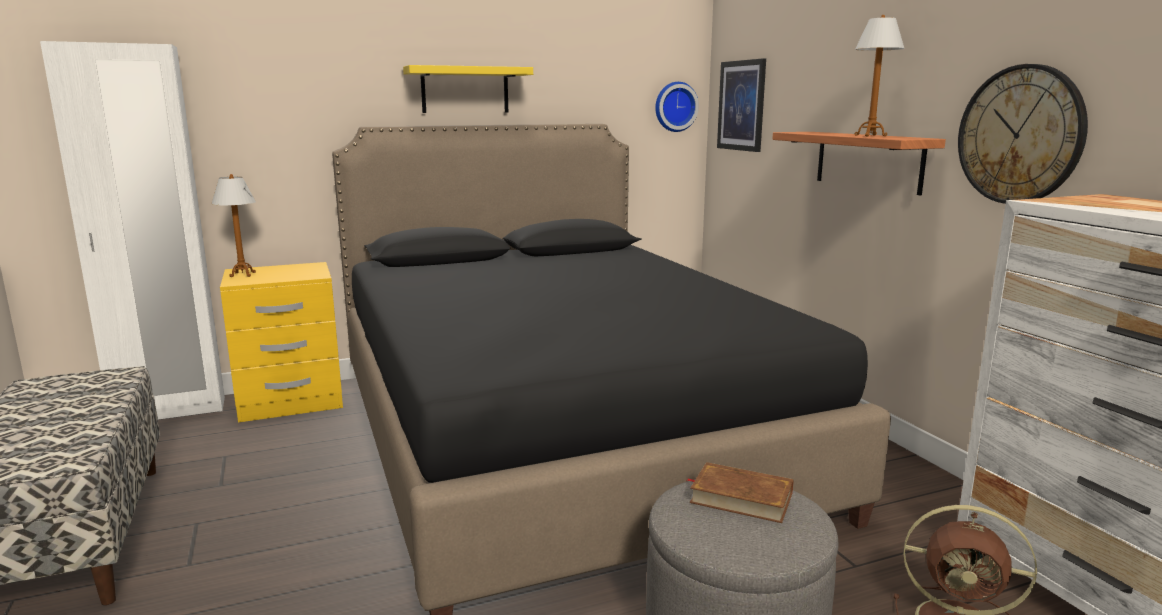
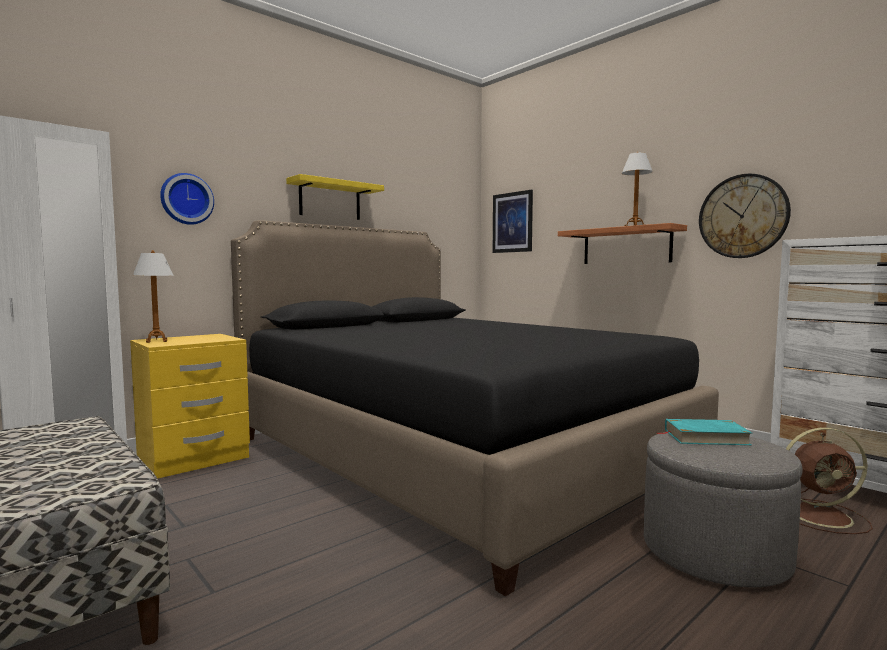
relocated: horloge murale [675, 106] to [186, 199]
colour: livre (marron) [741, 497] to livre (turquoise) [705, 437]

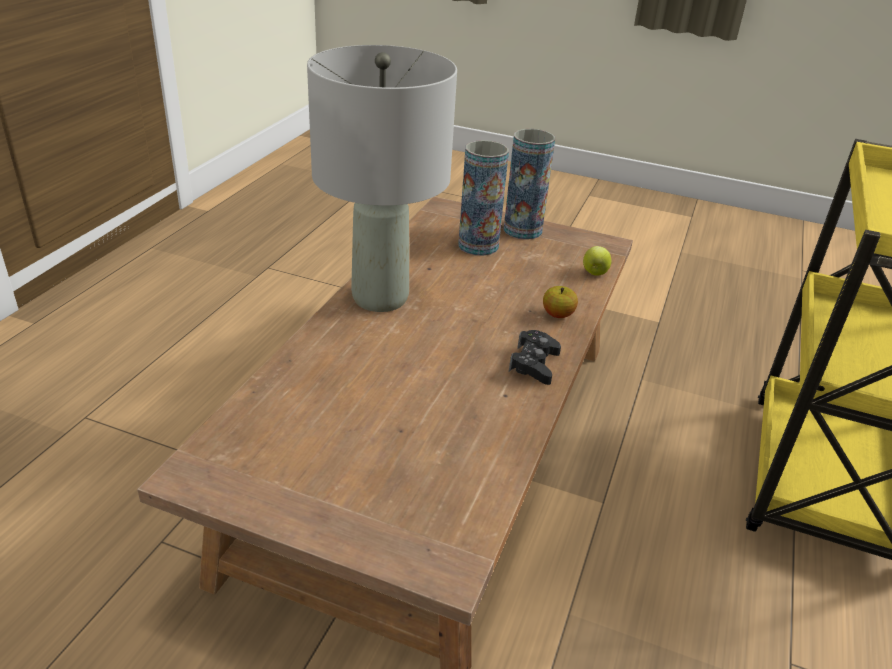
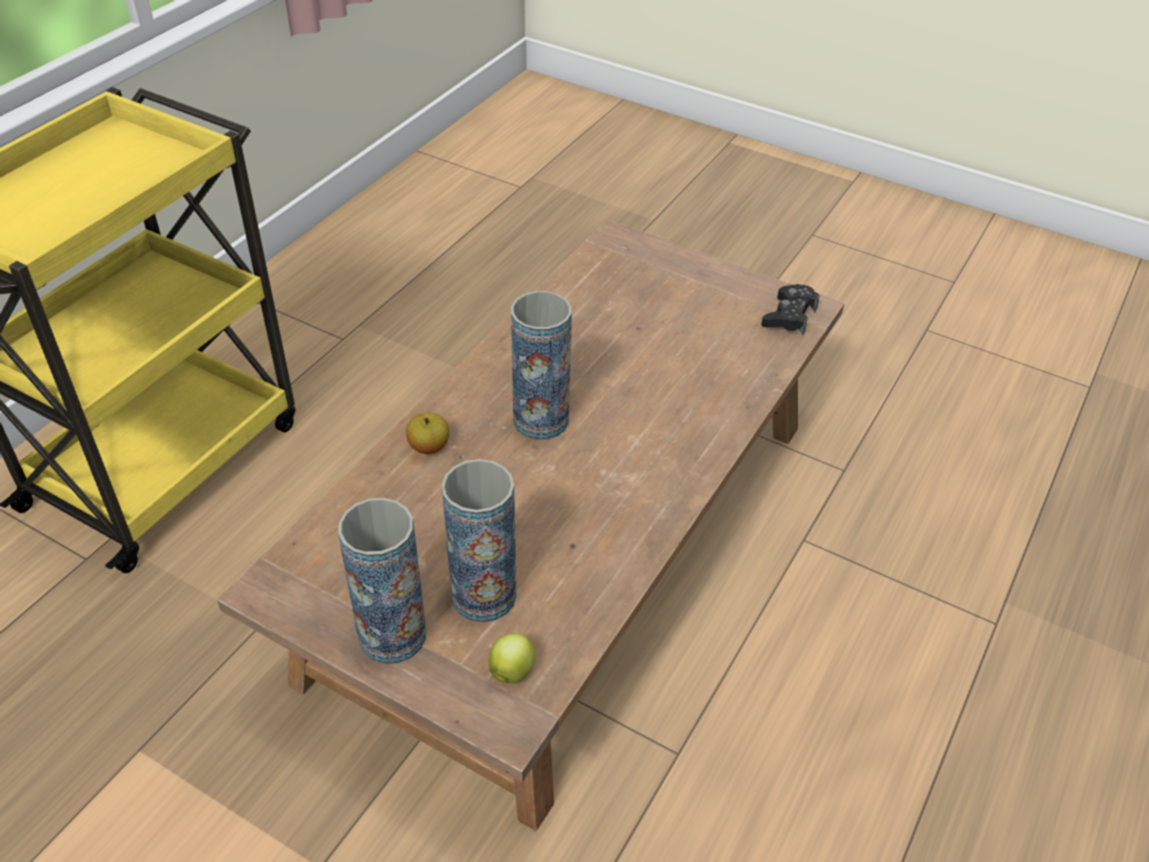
missing: lampe de table (gris) [379, 298]
appeared: vase [540, 420]
relocated: manette (noir) [534, 364] to [789, 316]; pomme [594, 273] to [512, 670]

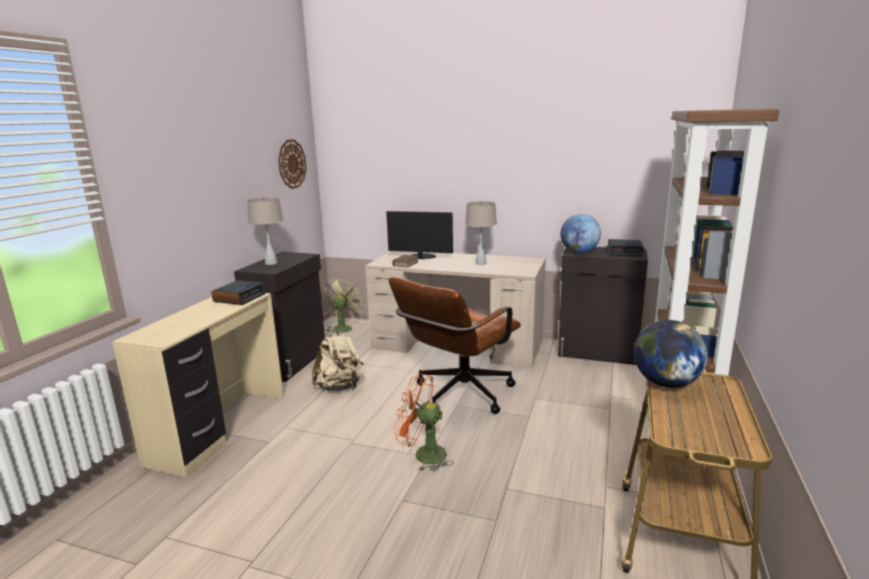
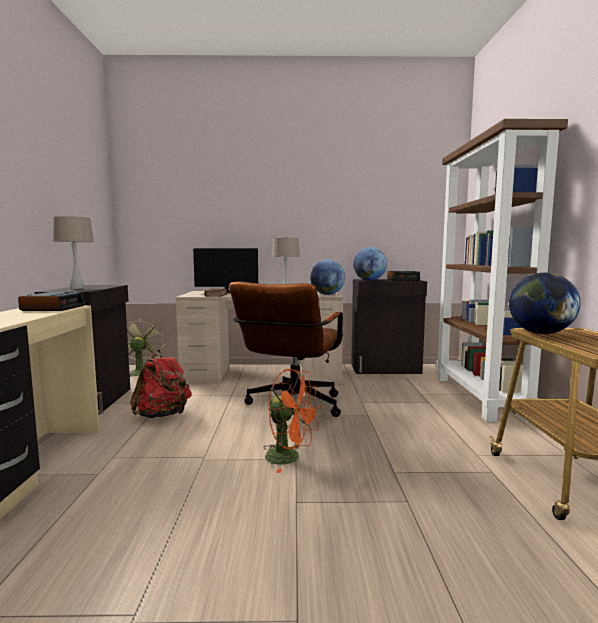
missing: horloge murale [291, 164]
appeared: globe [327, 294]
colour: sac à dos (beige) [340, 387] to sac à dos (rouge) [163, 415]
spun: ventilateur (orange) [423, 455] = [290, 458] 150 degrees counterclockwise

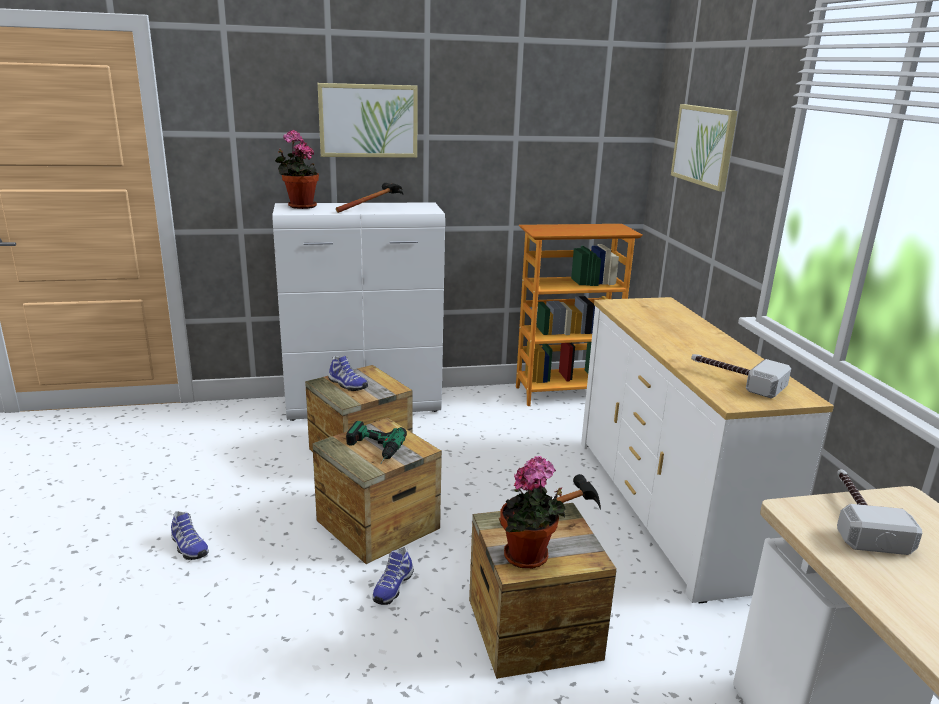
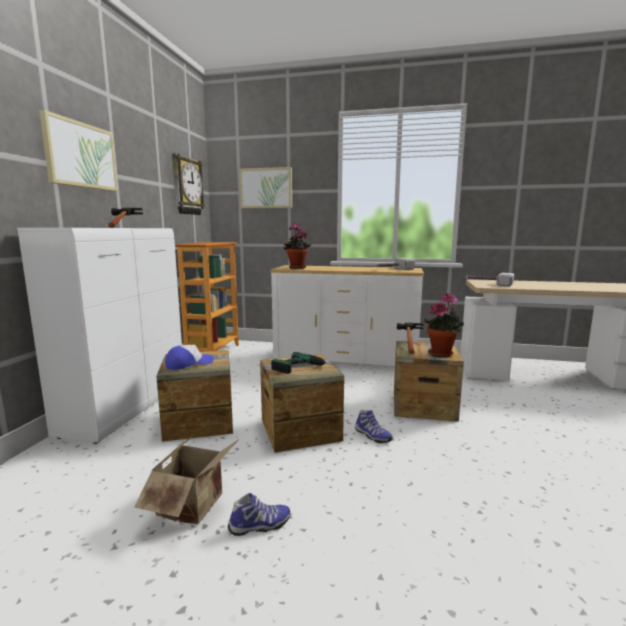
appeared: carton [196, 505]; horloge murale [186, 186]
relocated: plante en pot [299, 206] to [296, 268]
exchanged: chaussure [347, 385] to casquette [189, 364]

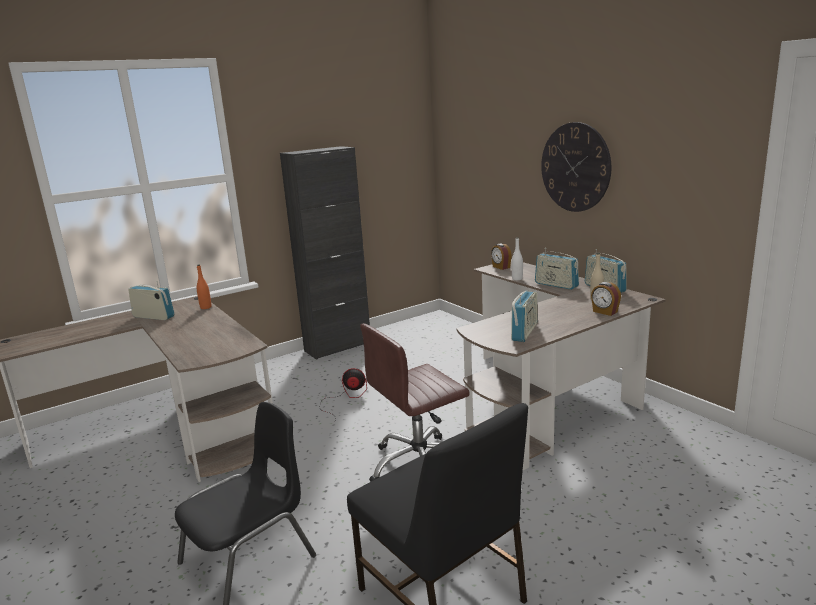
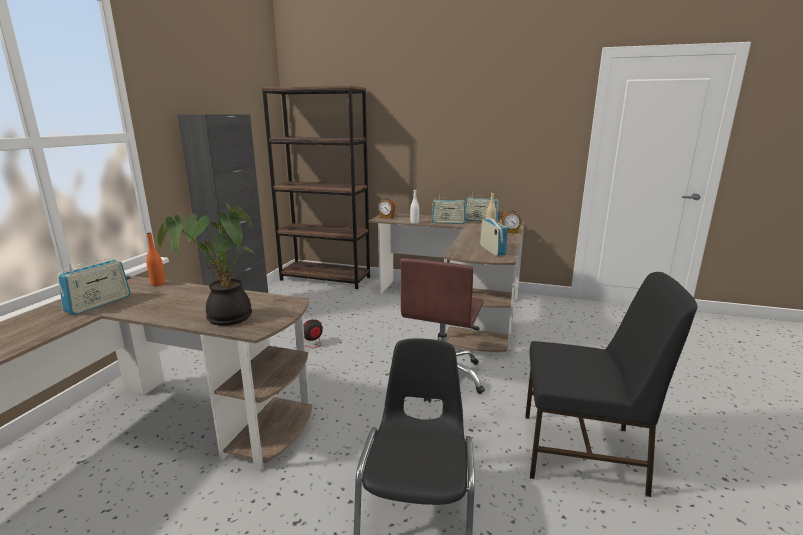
missing: horloge murale [575, 167]
appeared: plante en pot [225, 318]; bibliothèque (marron) [325, 278]
spun: radio [153, 316] = [99, 304] 135 degrees clockwise

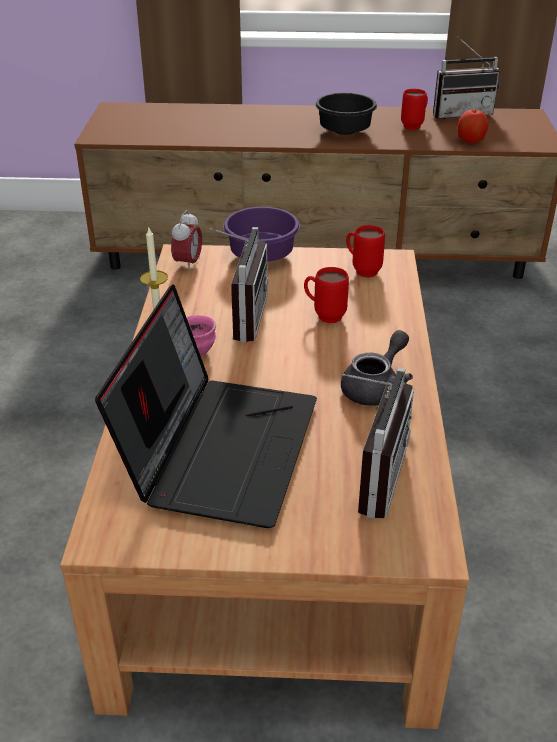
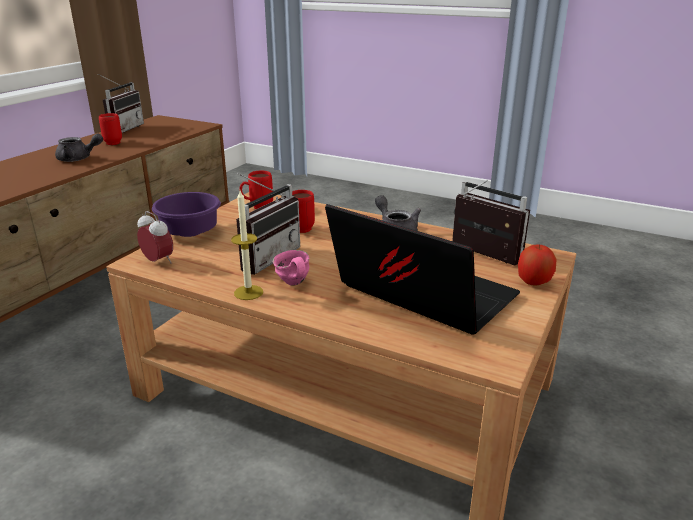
relocated: pomme [470, 141] to [533, 282]
exchanged: bol (noir) [346, 131] to théière (gris) [78, 159]
spun: radio [240, 317] = [265, 257] 90 degrees clockwise

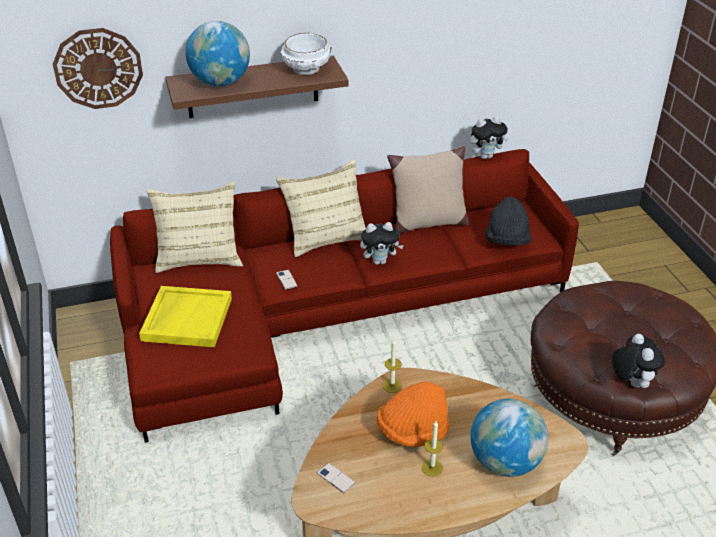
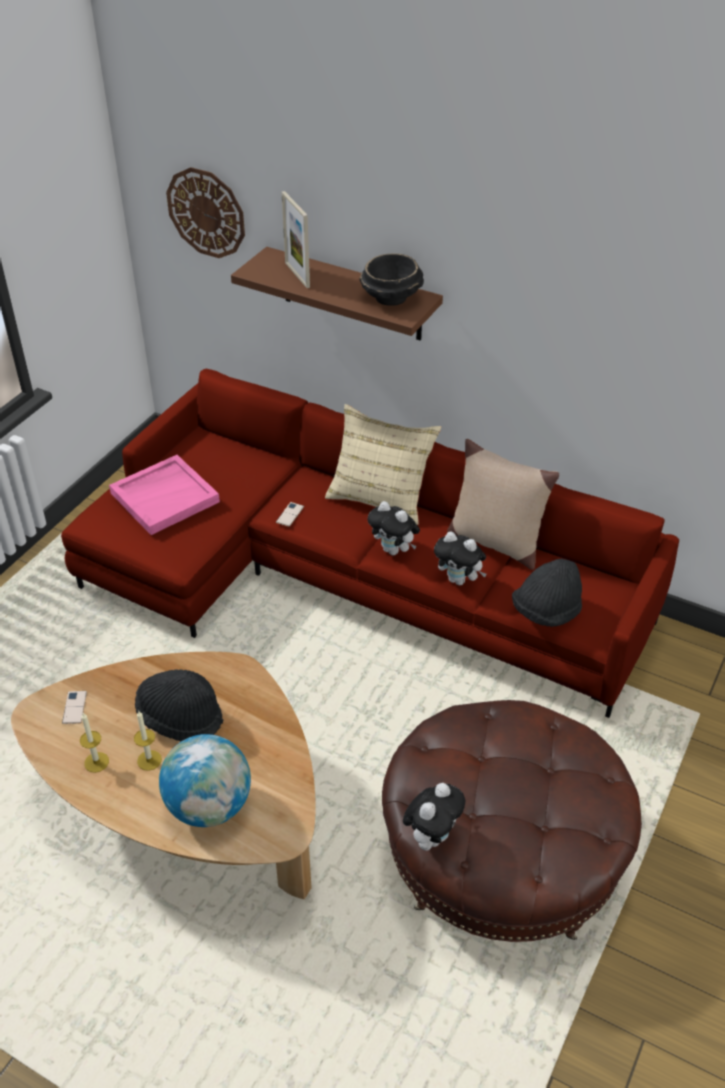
missing: coussin (beige) [199, 256]
relocated: bougie [392, 385] to [96, 762]; peluche [486, 156] to [459, 580]
exchanged: globe [220, 82] to cadre photo [297, 275]
colour: plateau (jaune) [187, 319] to plateau (rose) [165, 497]; bol (blanc) [307, 69] to bol (noir) [392, 298]; chapeau (orange) [412, 431] to chapeau (noir) [180, 718]

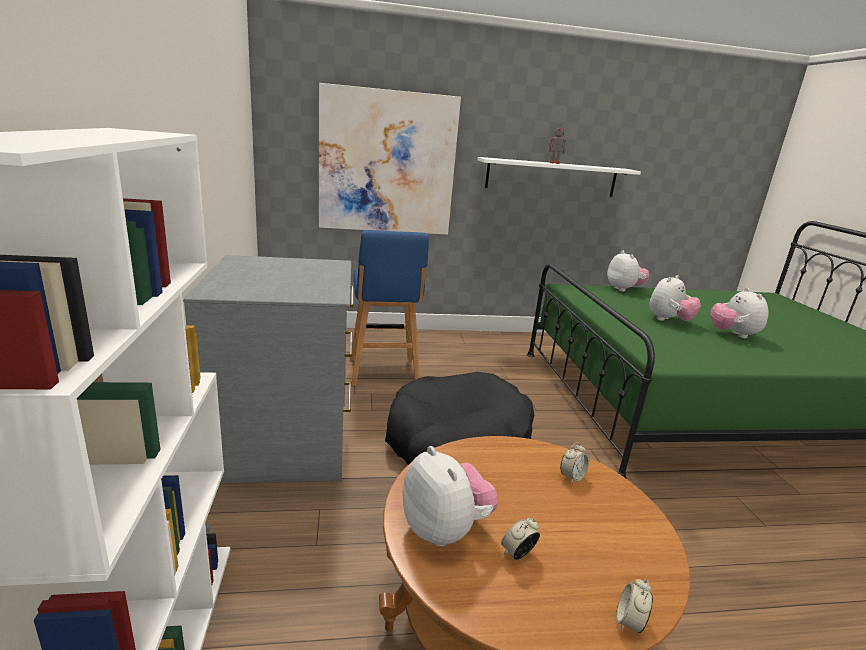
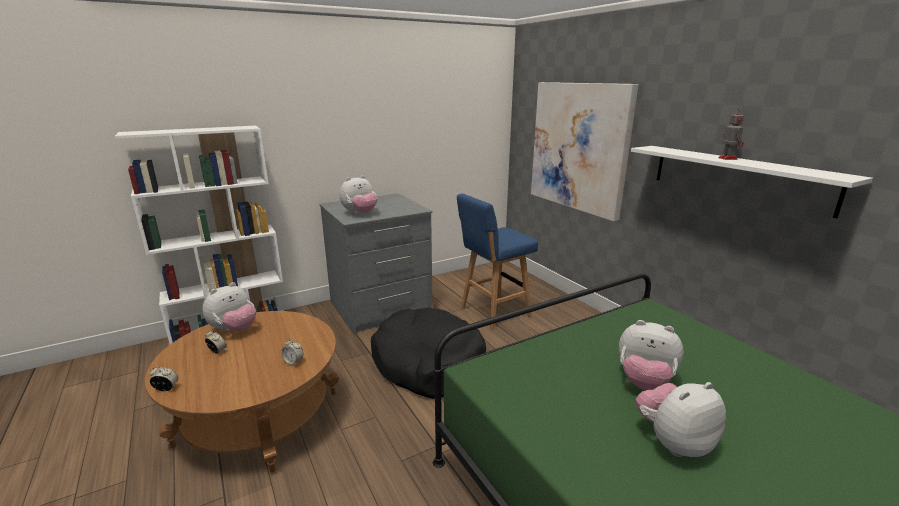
relocated: peluche [623, 289] to [360, 213]

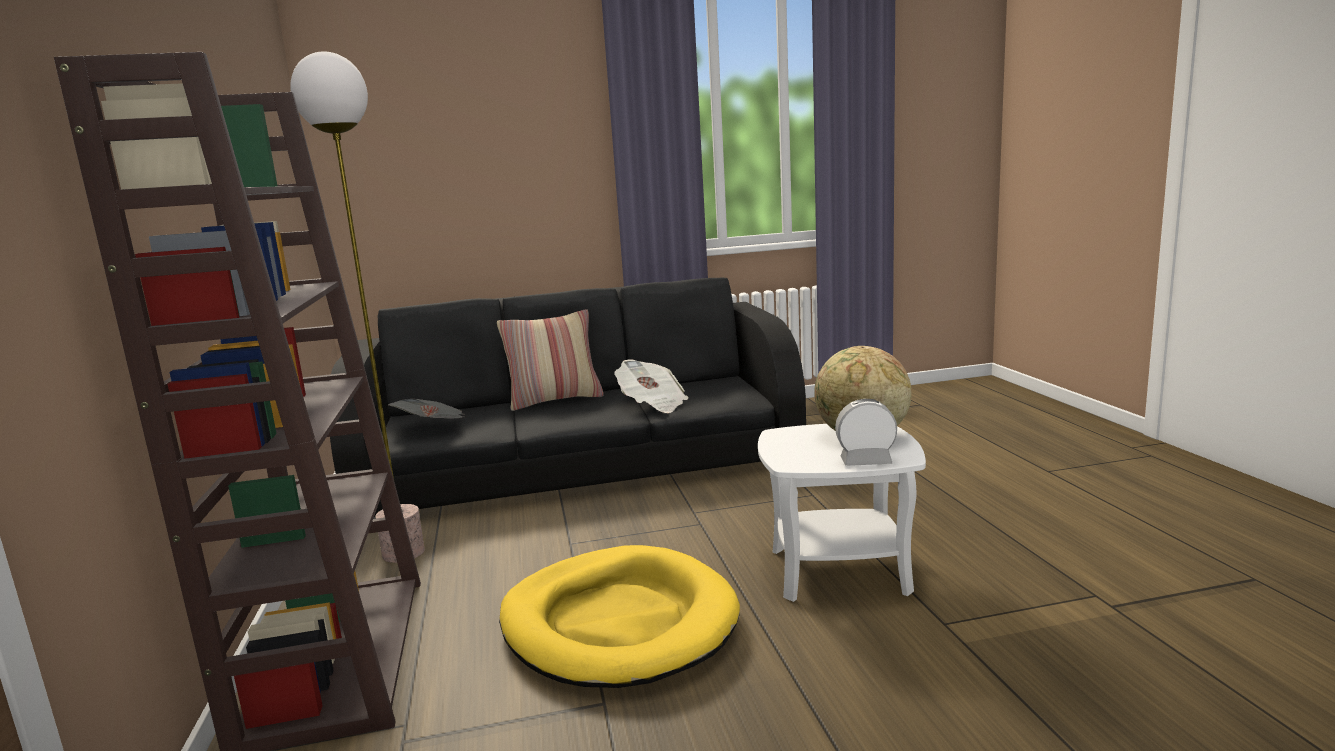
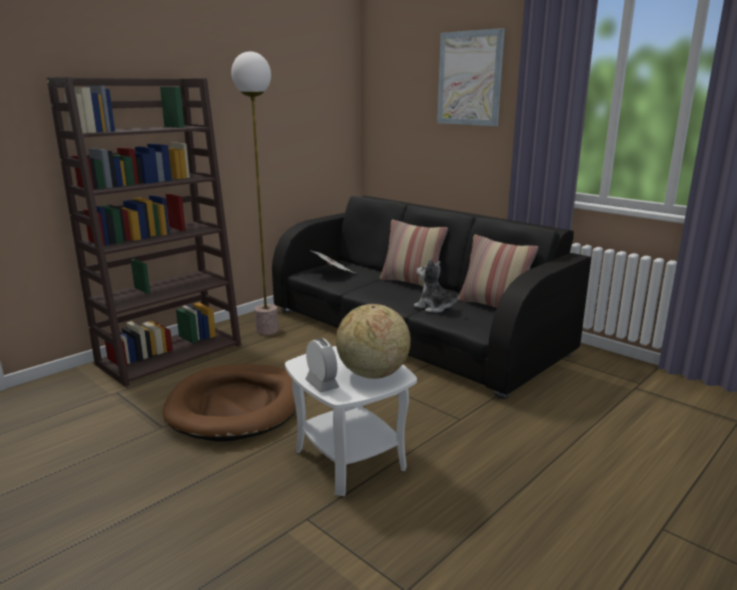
appeared: tableau [469, 78]; coussin [493, 306]
exchanged: journal [653, 404] to peluche [434, 307]
colour: panier pour chien (jaune) [618, 623] to panier pour chien (marron) [236, 406]

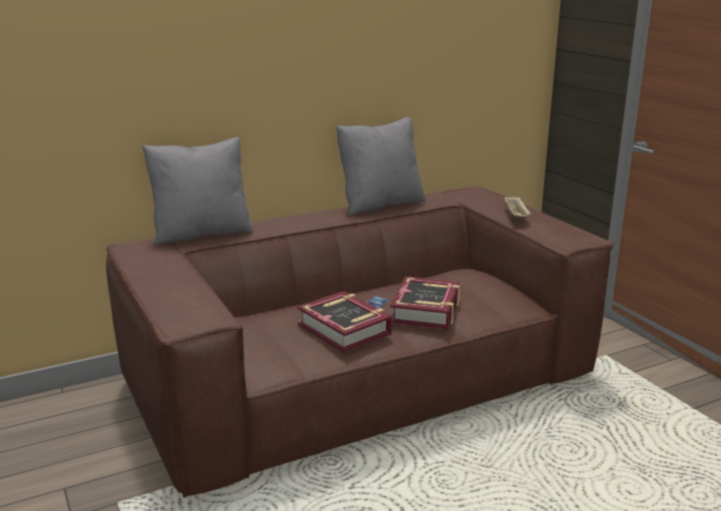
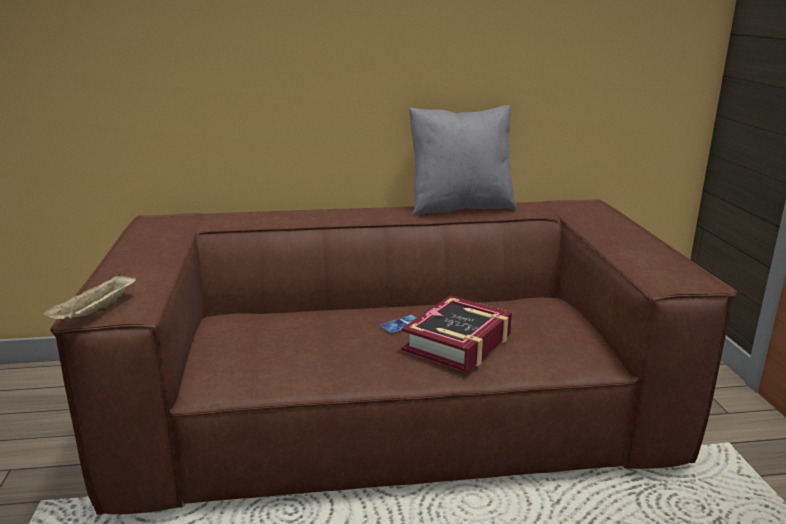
missing: coussin (gris) [201, 233]; livre [345, 329]
relocated: plateau (beige) [516, 216] to [96, 313]

